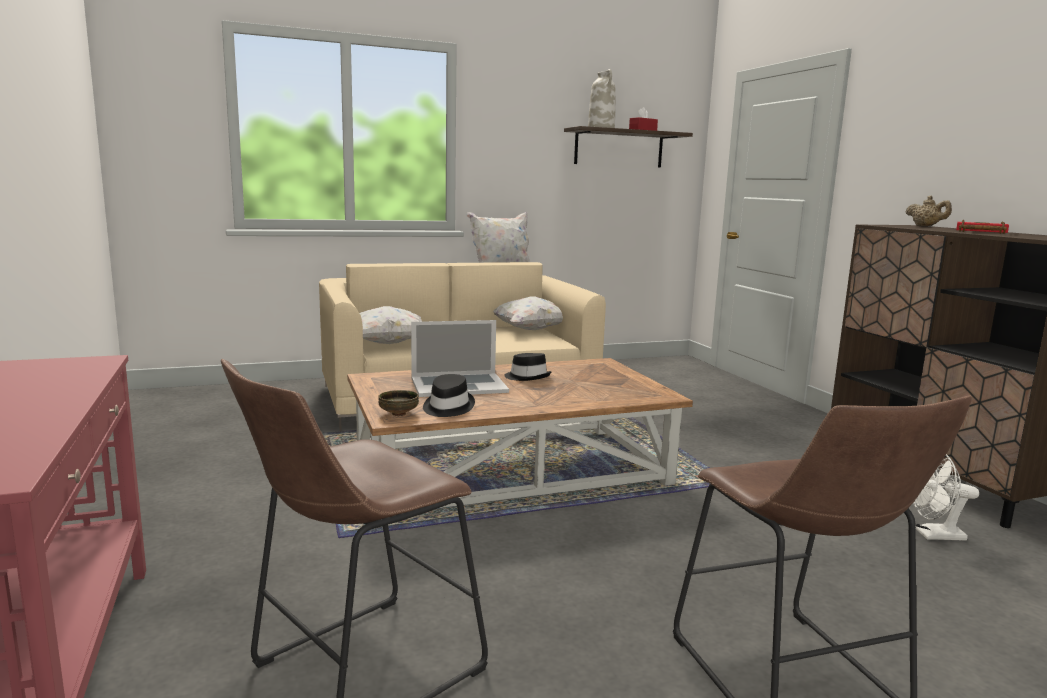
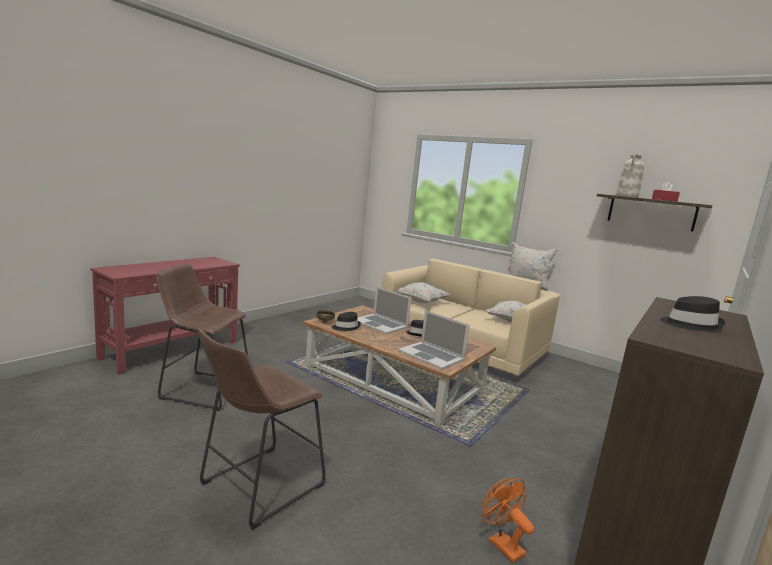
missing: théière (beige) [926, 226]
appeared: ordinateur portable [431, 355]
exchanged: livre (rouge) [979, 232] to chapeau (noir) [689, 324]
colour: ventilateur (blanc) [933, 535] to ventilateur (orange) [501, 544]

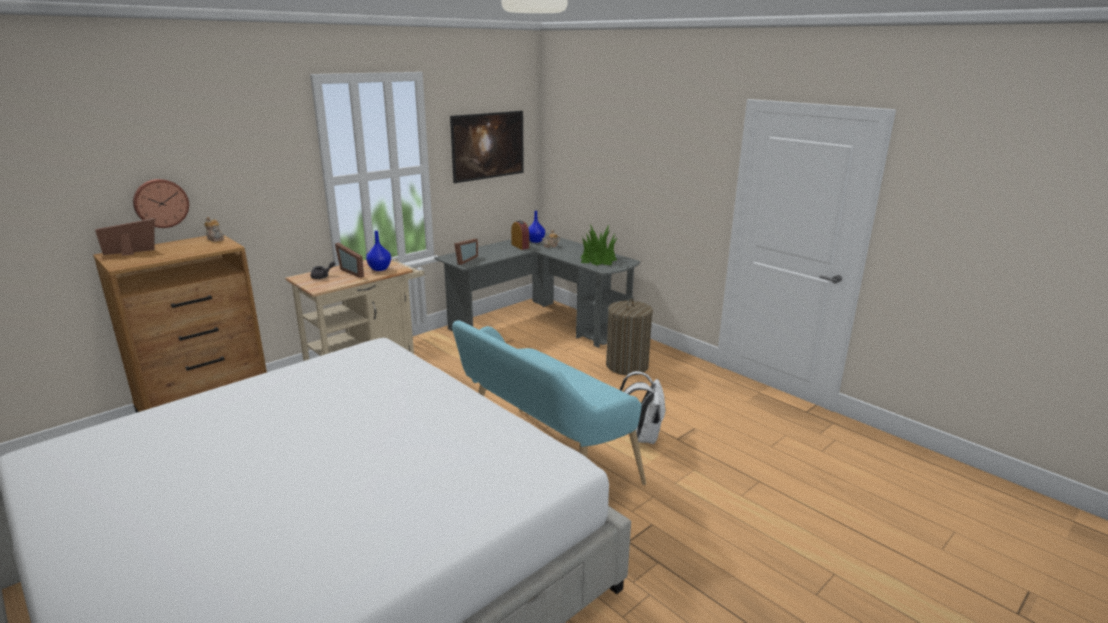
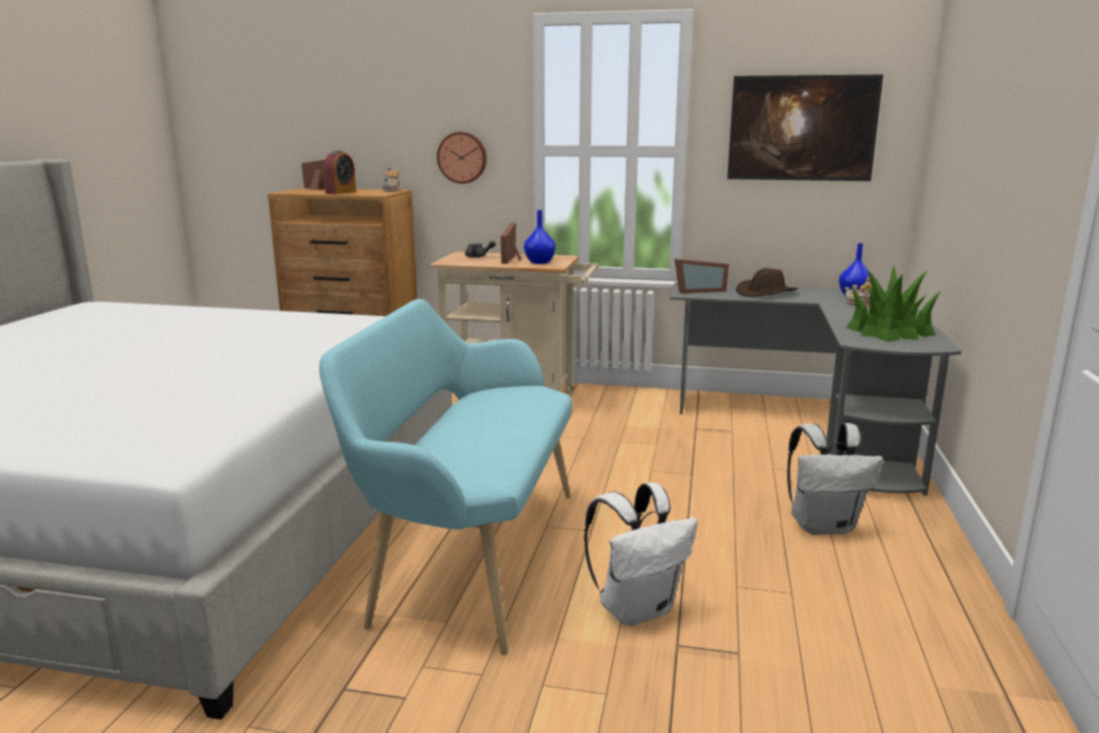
appeared: chapeau (marron) [765, 293]
relocated: horloge murale [160, 203] to [462, 157]; réveil [520, 246] to [341, 192]
exchanged: panier à linge [627, 365] to sac à dos (blanc) [823, 526]

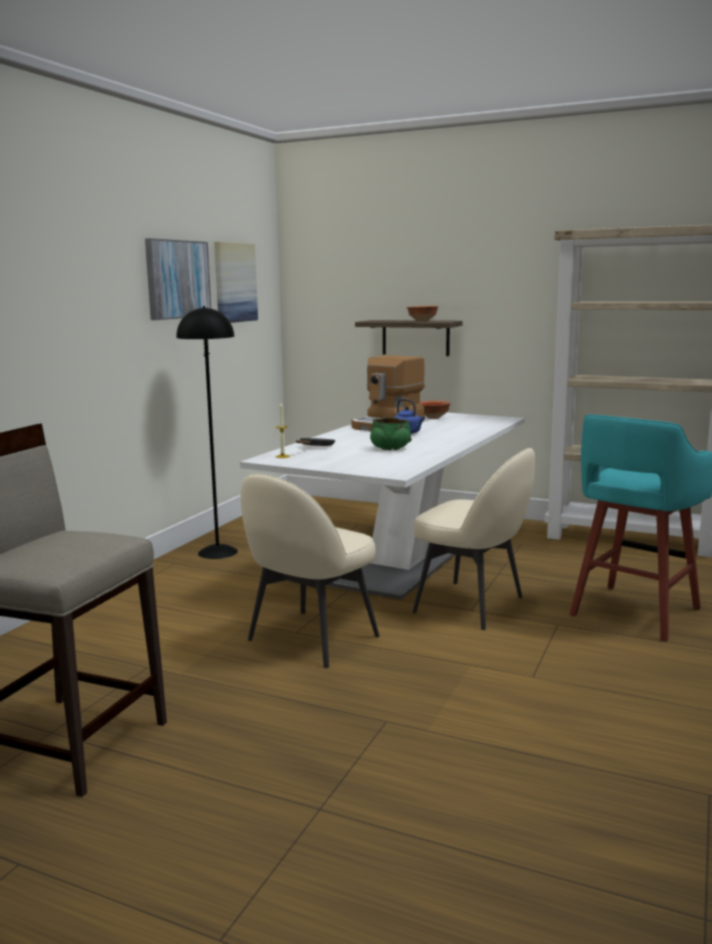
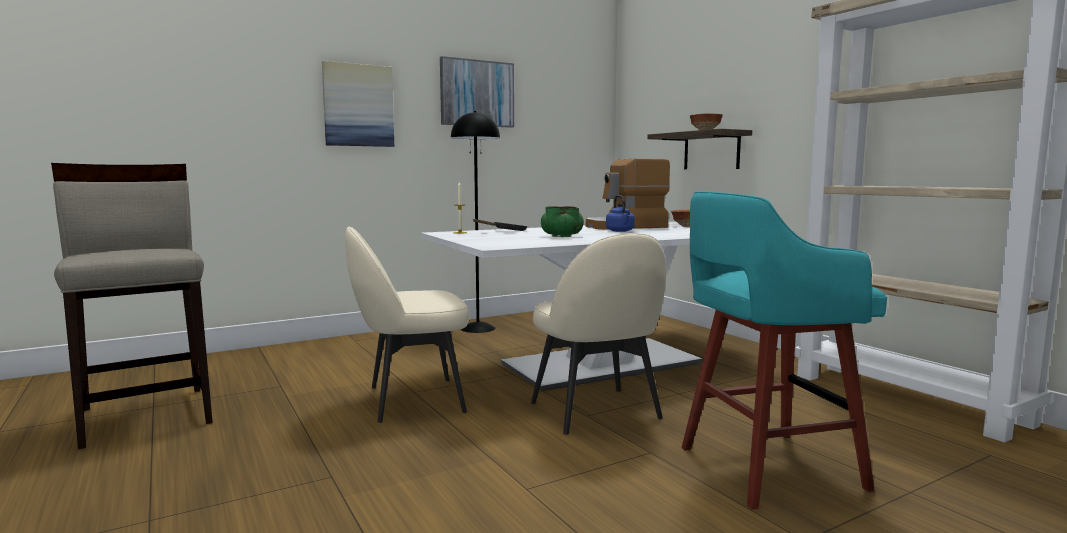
relocated: tableau [234, 282] to [358, 105]

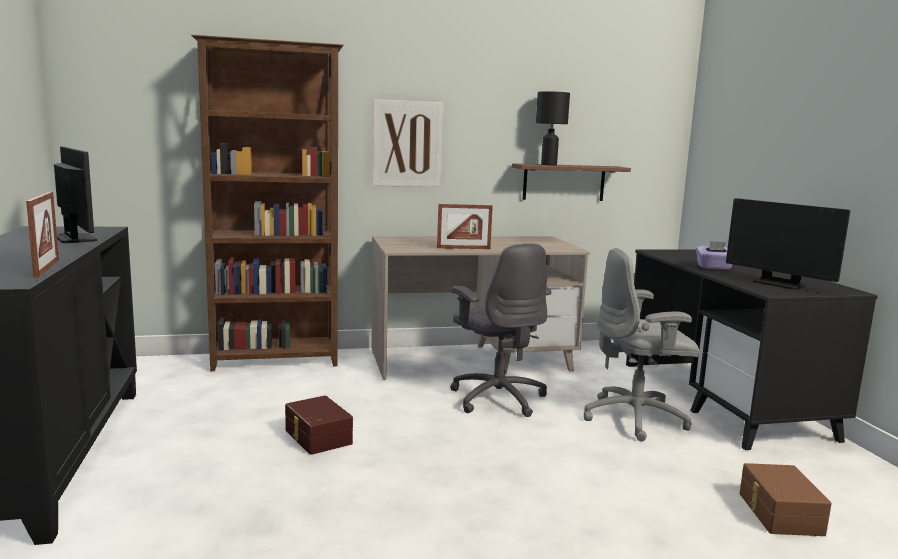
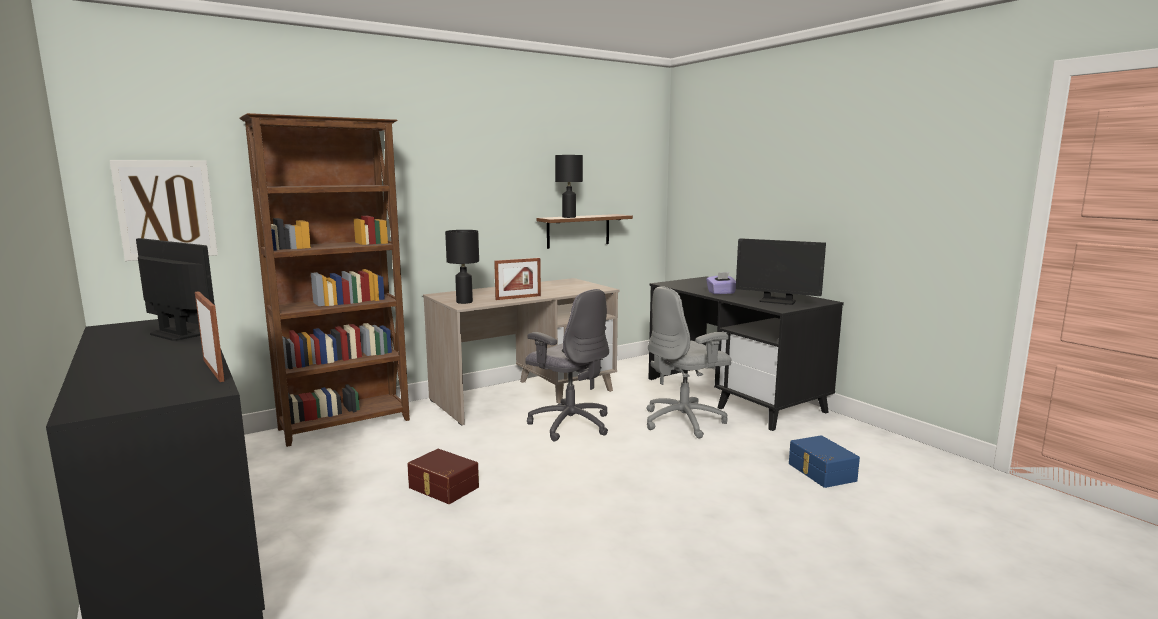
appeared: lampe de table (noir) [464, 302]
relocated: tableau [407, 144] to [166, 209]
colour: boîte de rangement (marron) [778, 513] to boîte de rangement (bleu) [820, 472]

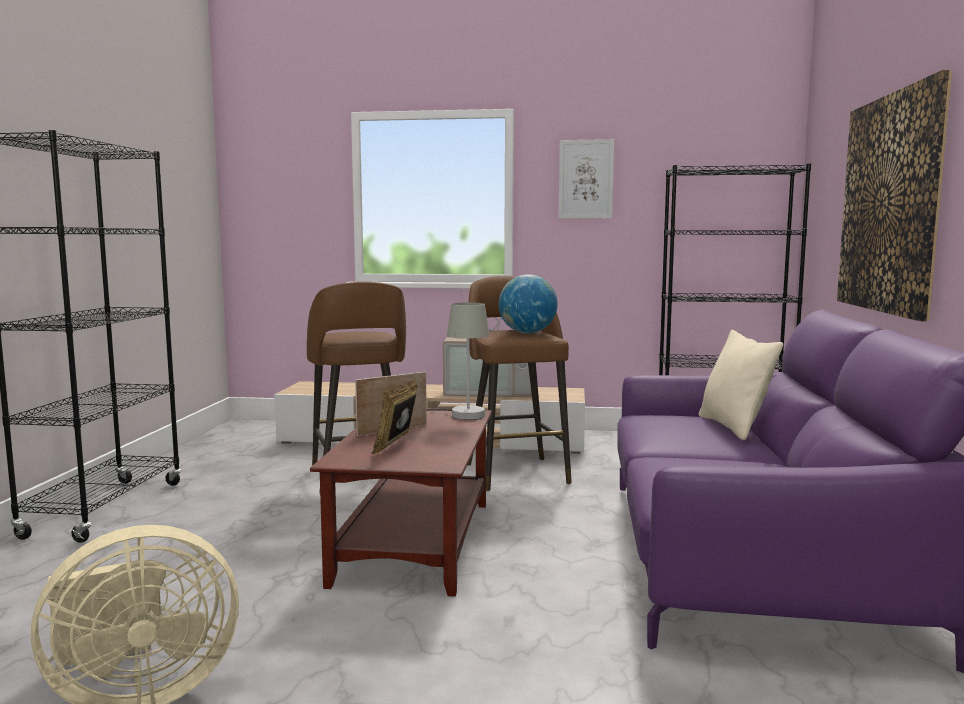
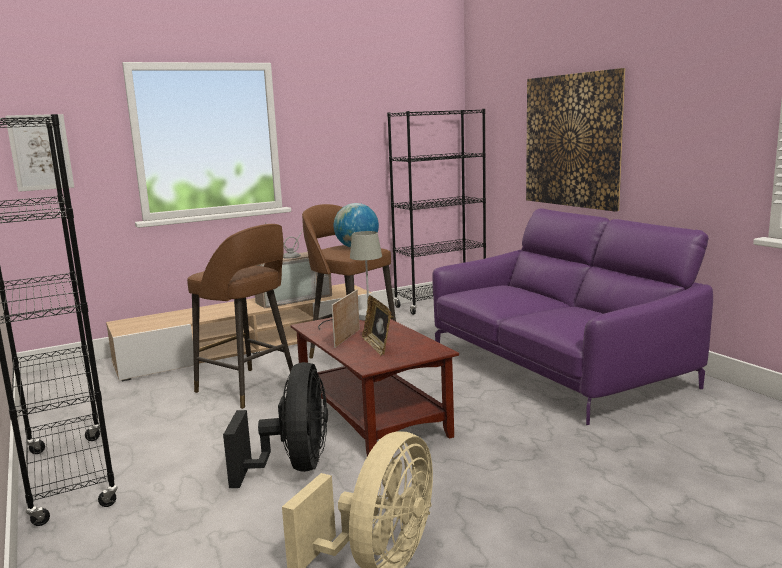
missing: coussin (beige) [734, 427]
appeared: ventilateur (noir) [294, 466]
relocated: tableau [586, 179] to [40, 152]

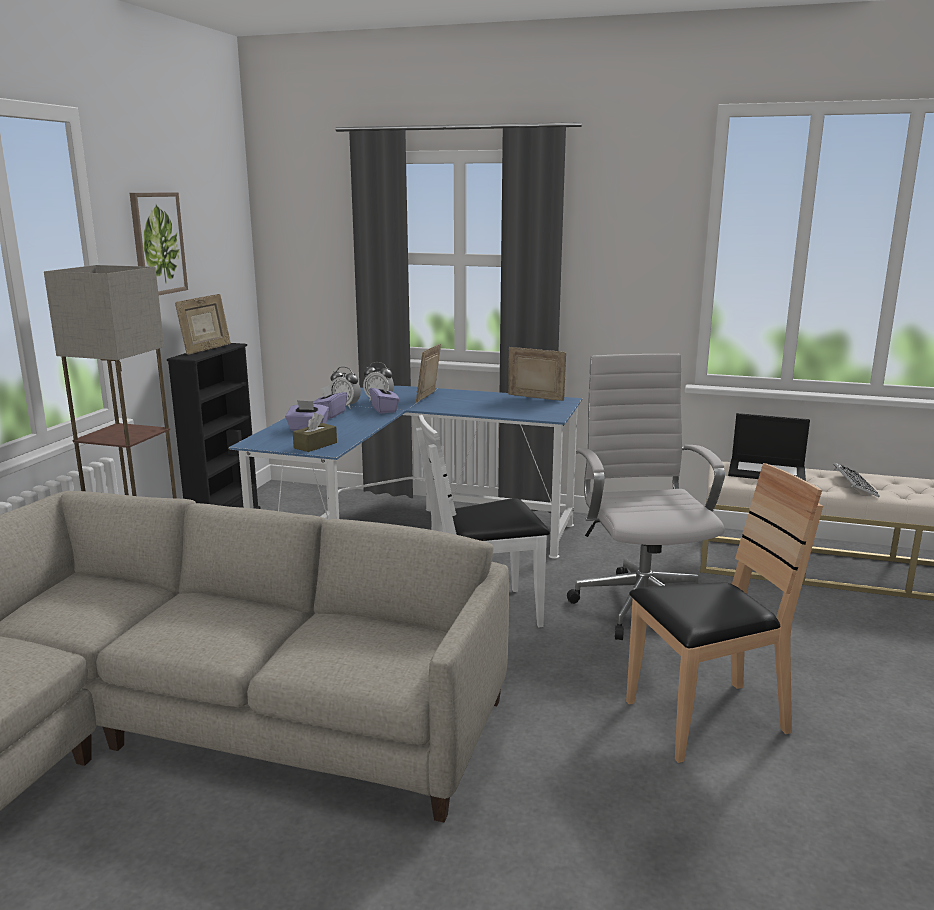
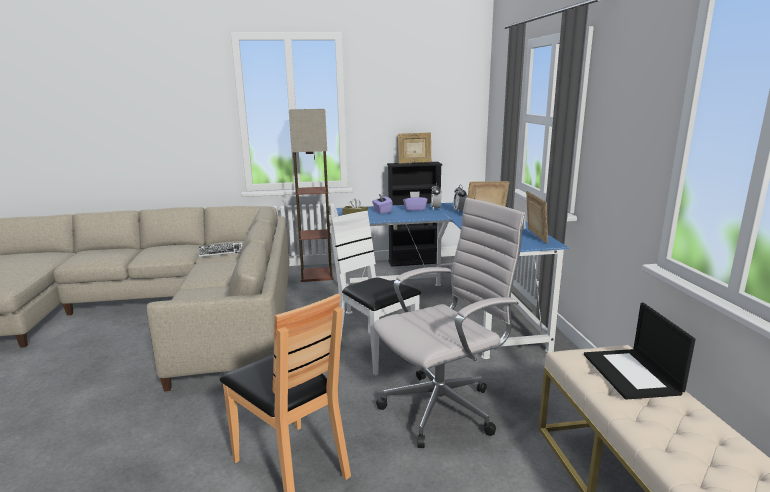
missing: tableau [157, 243]; boîte à mouchoirs (violet) [384, 409]
relocated: clavier [854, 484] to [221, 252]

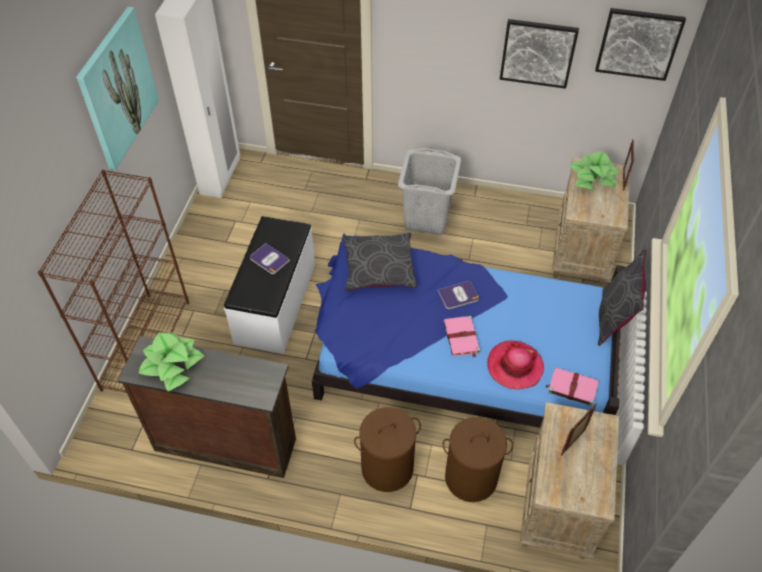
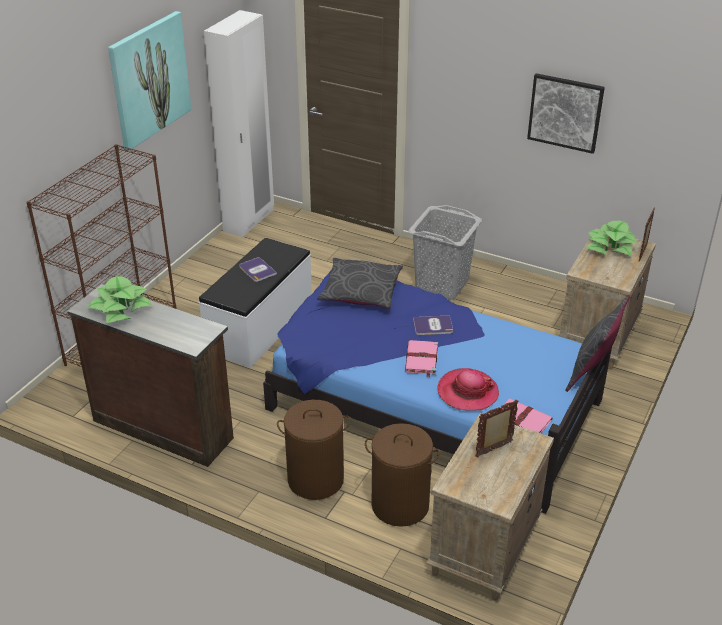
missing: tableau [638, 43]

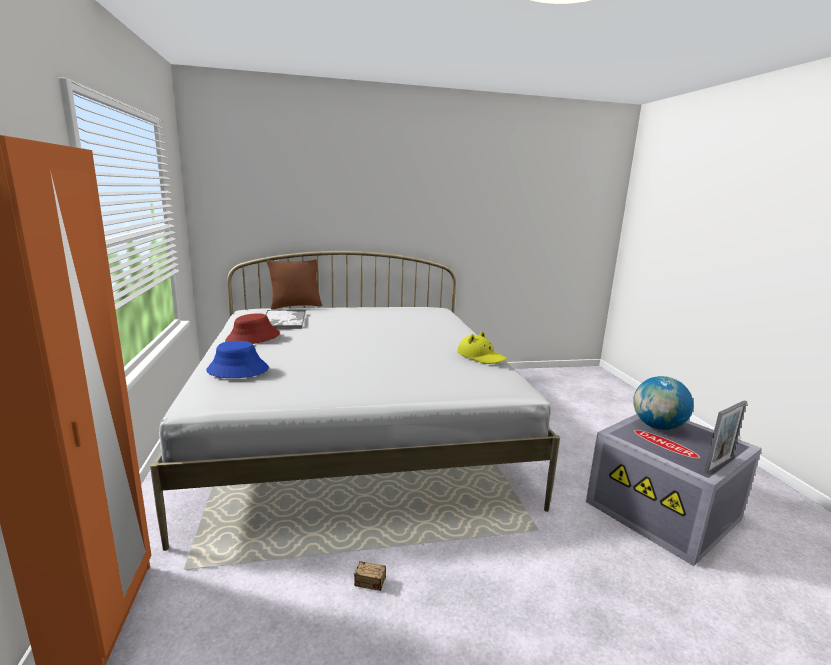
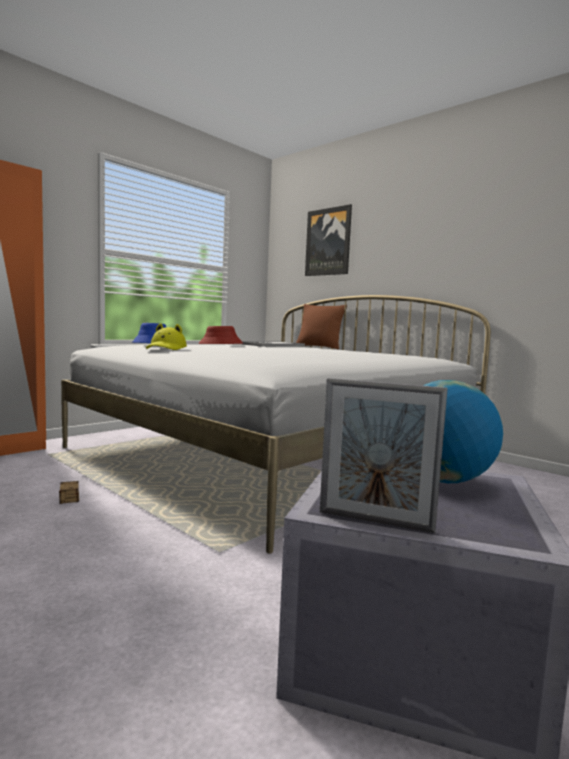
appeared: tableau [328, 242]
relocated: chapeau (jaune) [481, 356] to [166, 348]

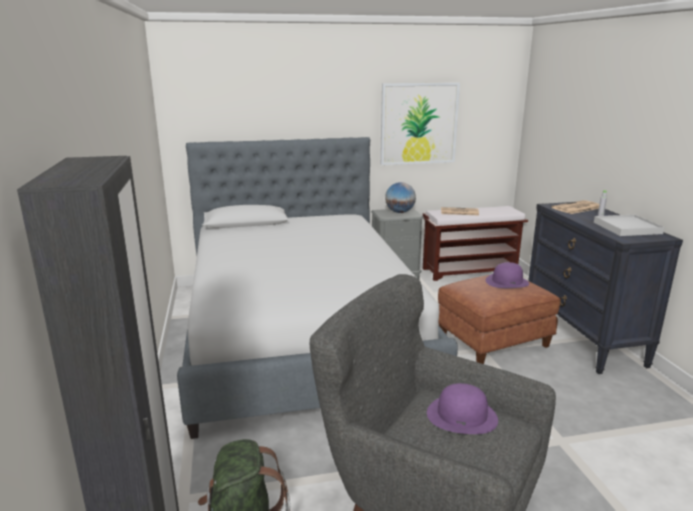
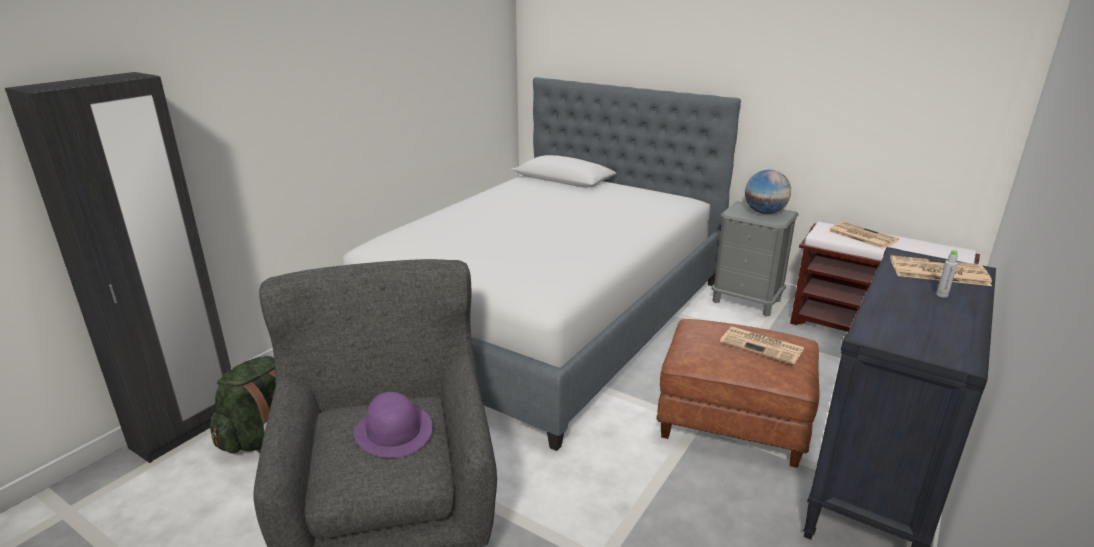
missing: tableau [419, 123]; plateau (blanc) [626, 228]
exchanged: chapeau (violet) [507, 282] to journal [763, 346]

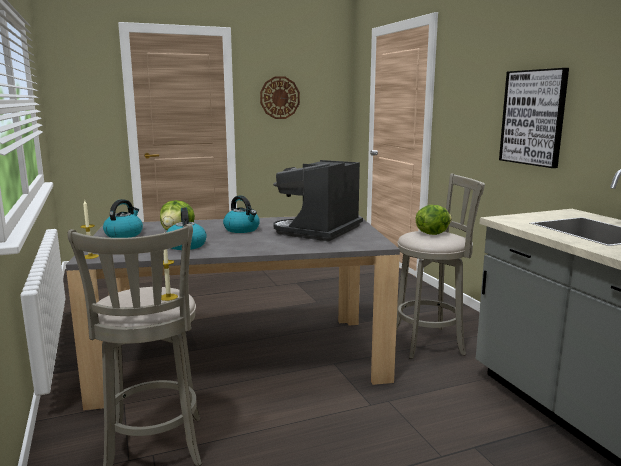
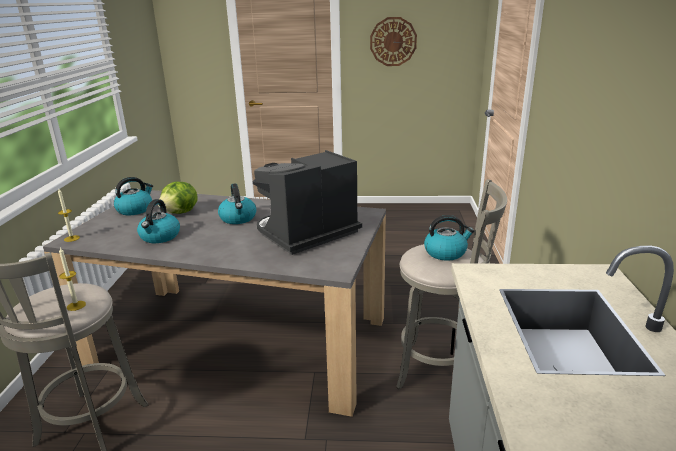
missing: tableau [533, 117]
exchanged: laitue [432, 233] to bouilloire [446, 252]

